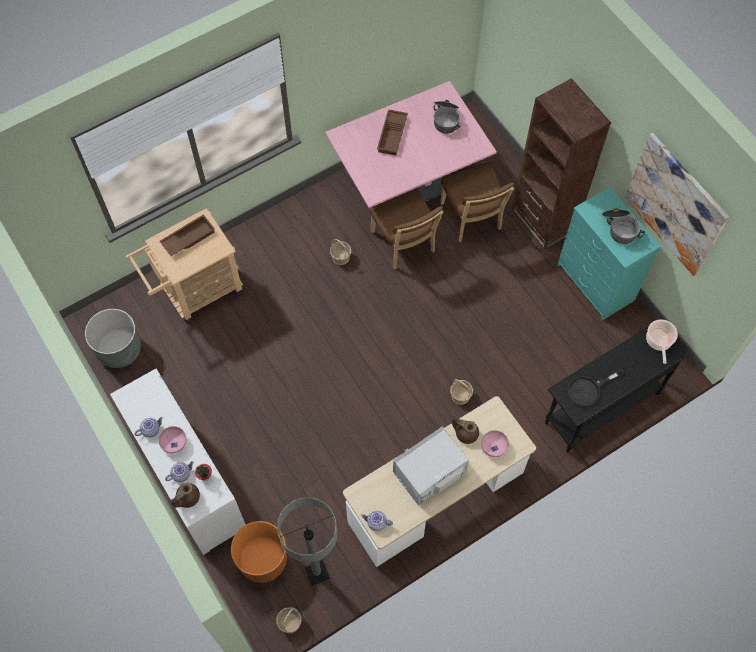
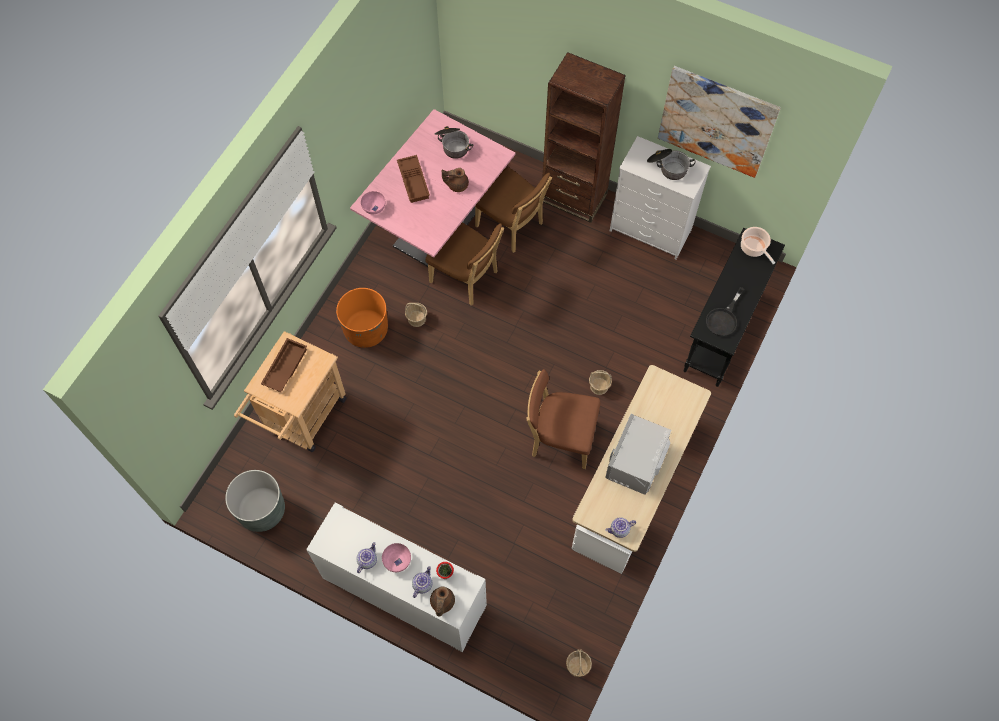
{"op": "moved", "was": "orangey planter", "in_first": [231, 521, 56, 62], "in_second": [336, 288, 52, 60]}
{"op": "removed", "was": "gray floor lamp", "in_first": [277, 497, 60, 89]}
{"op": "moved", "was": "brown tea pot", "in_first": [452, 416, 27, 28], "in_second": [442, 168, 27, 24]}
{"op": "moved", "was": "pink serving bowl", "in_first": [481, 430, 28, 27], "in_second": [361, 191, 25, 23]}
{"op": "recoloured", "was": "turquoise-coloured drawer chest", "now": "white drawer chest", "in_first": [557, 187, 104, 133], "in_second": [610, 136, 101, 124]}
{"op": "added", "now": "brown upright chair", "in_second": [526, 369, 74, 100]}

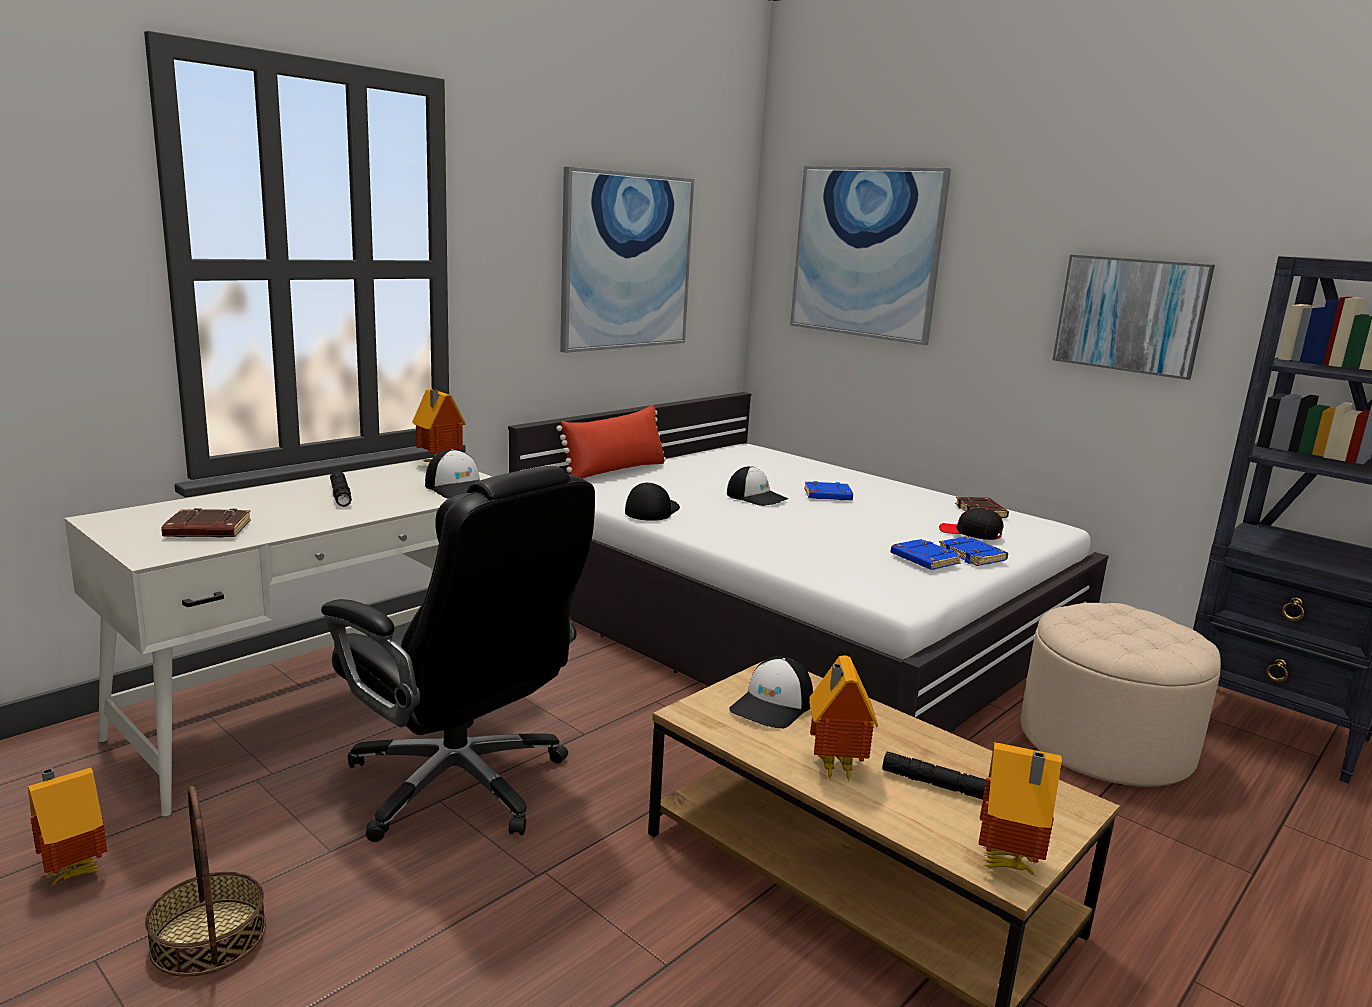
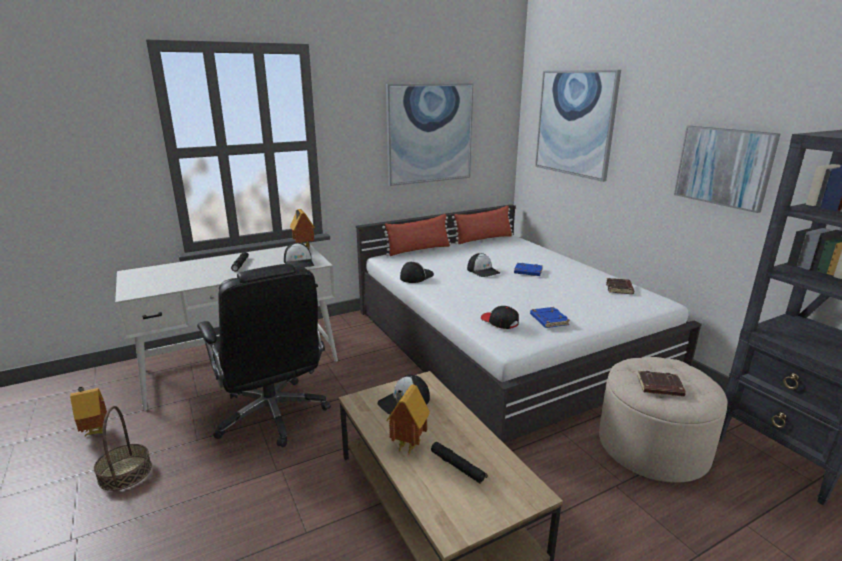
{"op": "moved", "was": "brown bound book", "in_first": [161, 508, 90, 29], "in_second": [637, 371, 49, 25]}
{"op": "moved", "was": "black-coloured baseball cap", "in_first": [939, 508, 65, 32], "in_second": [481, 306, 38, 23]}
{"op": "removed", "was": "blue-coloured bound book", "in_first": [939, 536, 69, 30]}
{"op": "removed", "was": "toy house", "in_first": [979, 742, 83, 133]}
{"op": "added", "now": "red throw pillow", "in_second": [452, 206, 61, 38]}

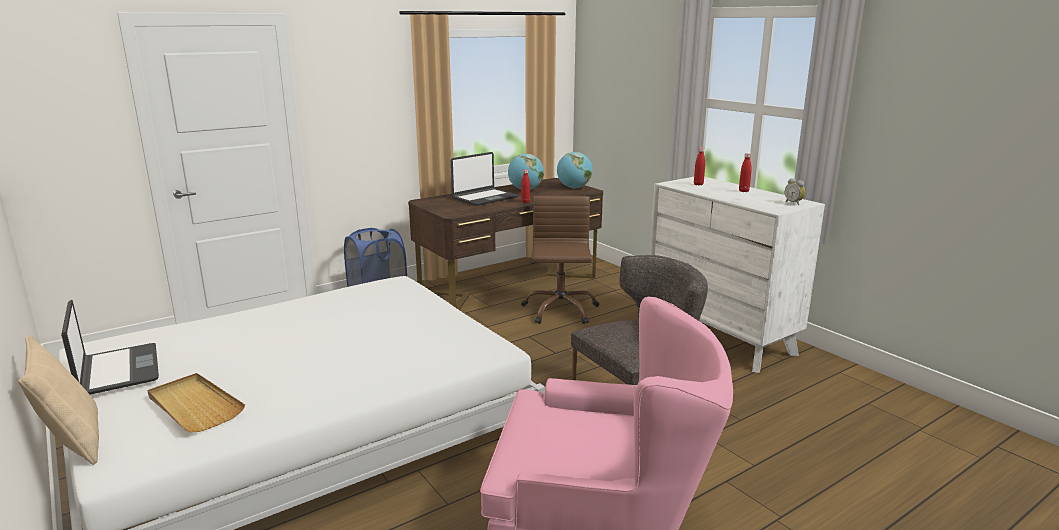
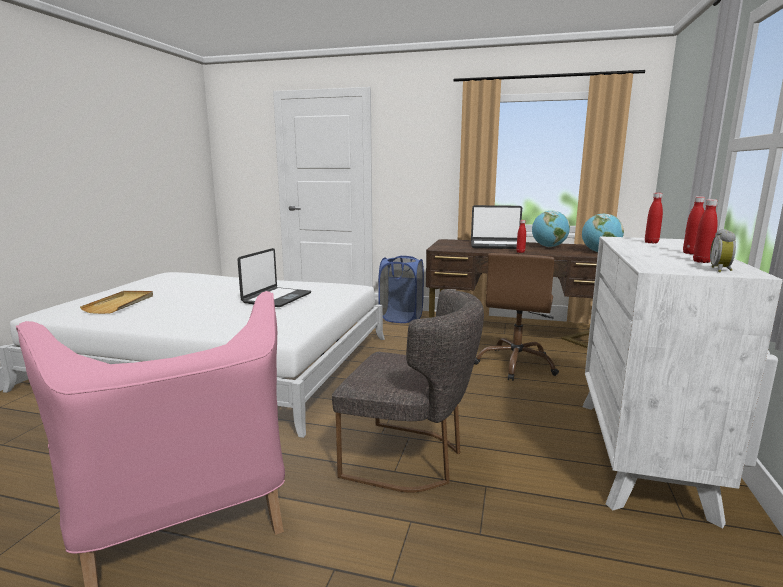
{"op": "removed", "was": "beige throw pillow", "in_first": [18, 335, 81, 130]}
{"op": "moved", "was": "portable computer", "in_first": [61, 300, 98, 95], "in_second": [238, 248, 73, 59]}
{"op": "turned", "was": "brown computer chair", "in_first": [521, 196, 78, 128], "in_second": [474, 253, 85, 128], "clockwise": 150}
{"op": "added", "now": "red drink bottle", "in_second": [693, 199, 25, 64]}

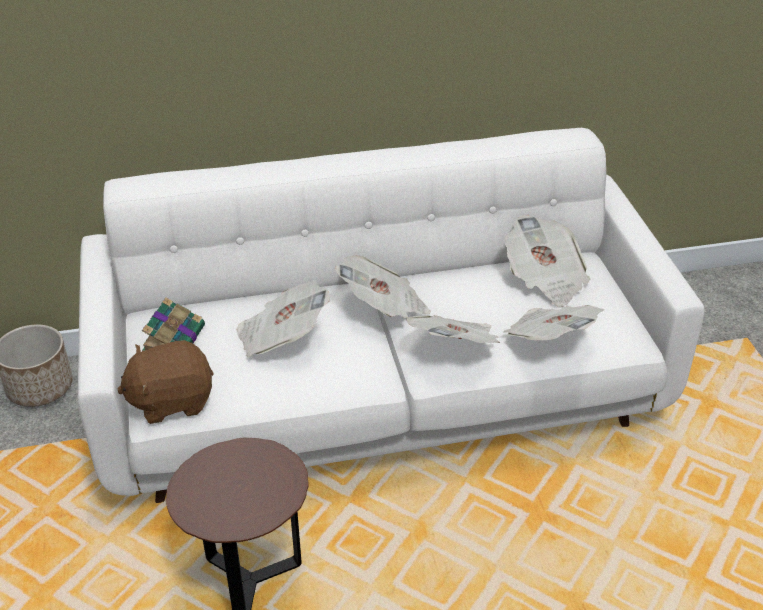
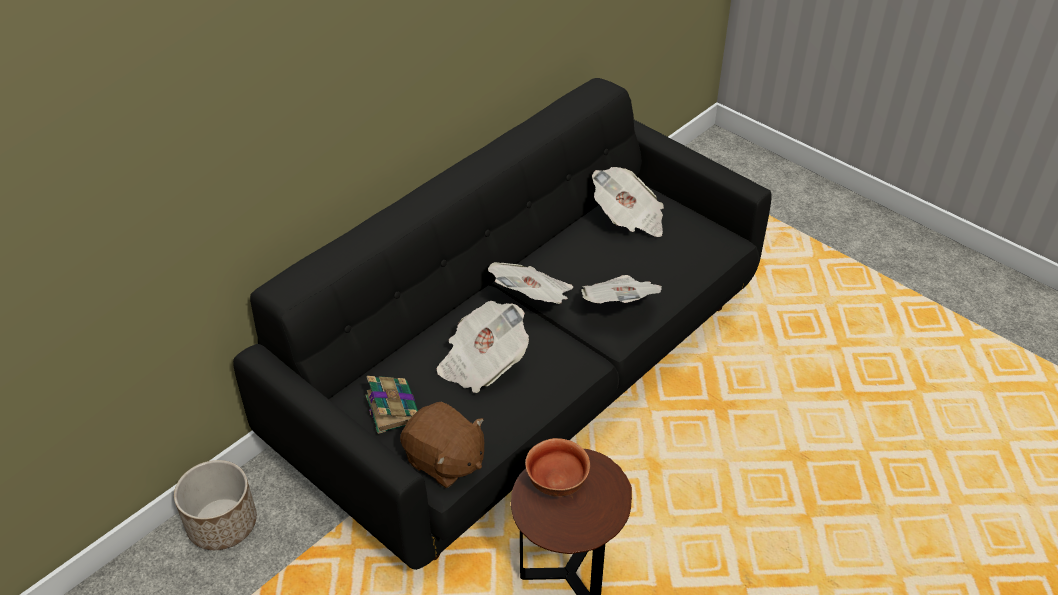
{"op": "recoloured", "was": "white sofa", "now": "black-coloured sofa", "in_first": [78, 128, 627, 375], "in_second": [233, 78, 539, 492]}
{"op": "turned", "was": "brown soft toy", "in_first": [117, 340, 97, 84], "in_second": [400, 402, 84, 86], "clockwise": -90}
{"op": "removed", "was": "daily paper", "in_first": [503, 305, 101, 35]}
{"op": "added", "now": "serving bowl", "in_second": [525, 438, 65, 59]}

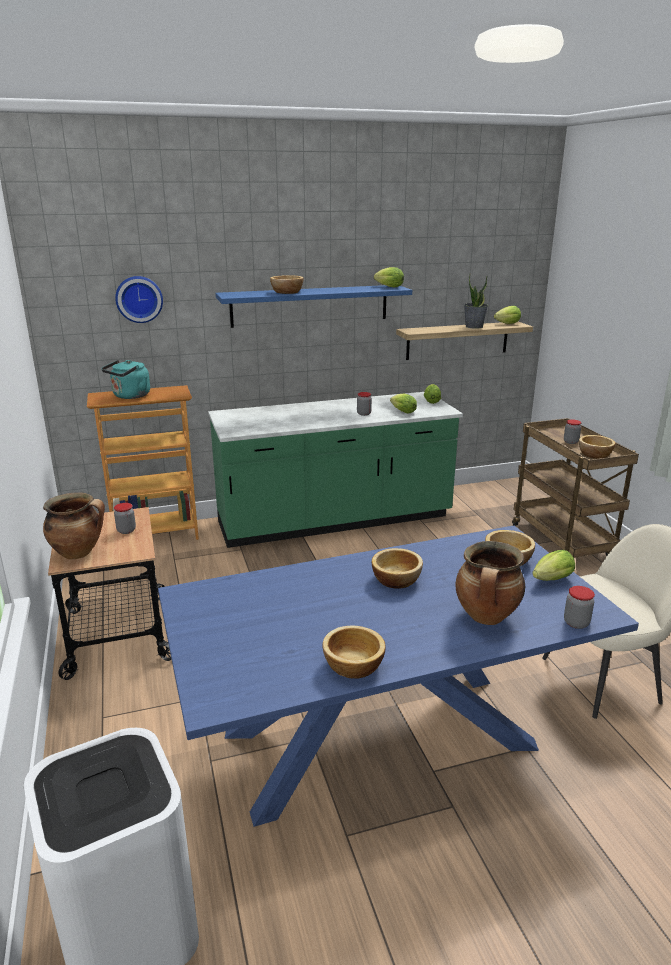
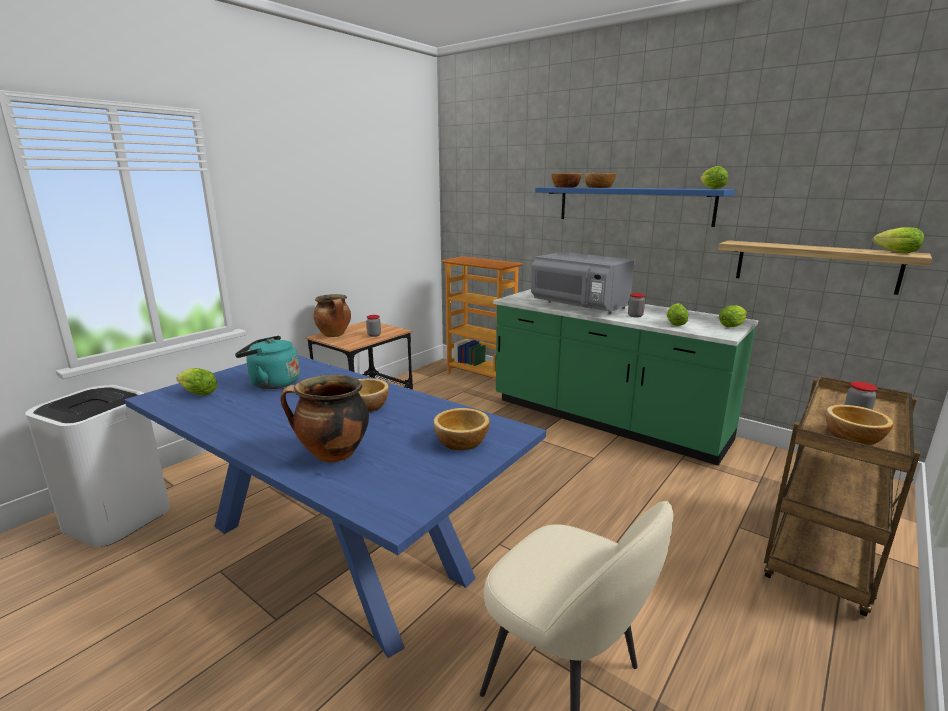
{"op": "moved", "was": "turquoise-coloured tea kettle", "in_first": [101, 360, 49, 39], "in_second": [235, 336, 65, 53]}
{"op": "removed", "was": "hanging clock", "in_first": [115, 276, 48, 47]}
{"op": "moved", "was": "serving bowl", "in_first": [323, 626, 63, 53], "in_second": [551, 173, 31, 14]}
{"op": "removed", "was": "houseplant", "in_first": [464, 273, 24, 56]}
{"op": "moved", "was": "lettuce head", "in_first": [532, 550, 43, 31], "in_second": [176, 368, 42, 28]}
{"op": "removed", "was": "storage jar", "in_first": [564, 586, 31, 43]}
{"op": "added", "now": "gray microwave oven", "in_second": [531, 252, 104, 62]}

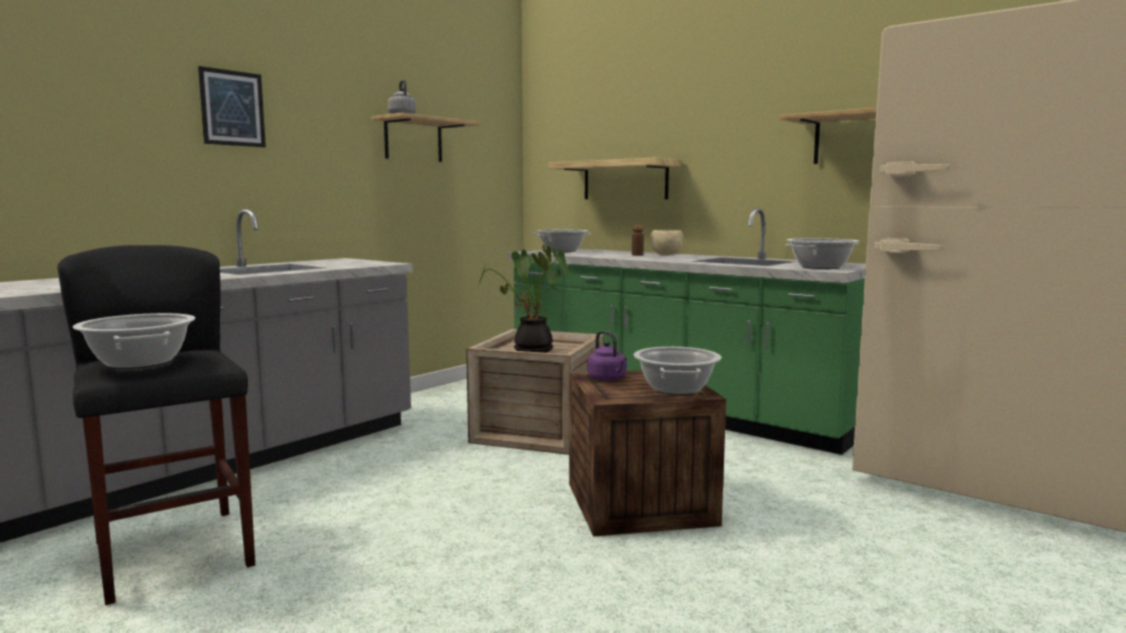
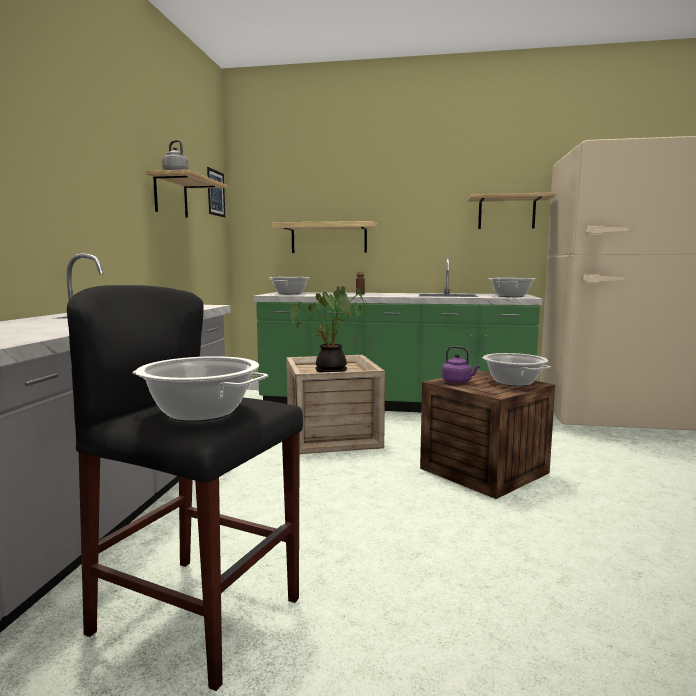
{"op": "moved", "was": "wall picture", "in_first": [198, 66, 68, 81], "in_second": [207, 167, 18, 50]}
{"op": "removed", "was": "beige serving bowl", "in_first": [650, 230, 34, 25]}

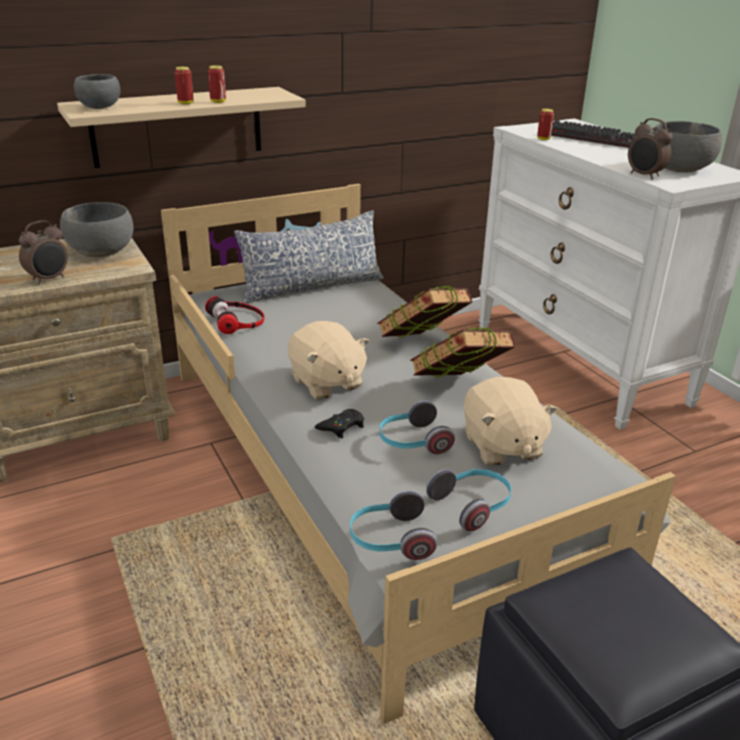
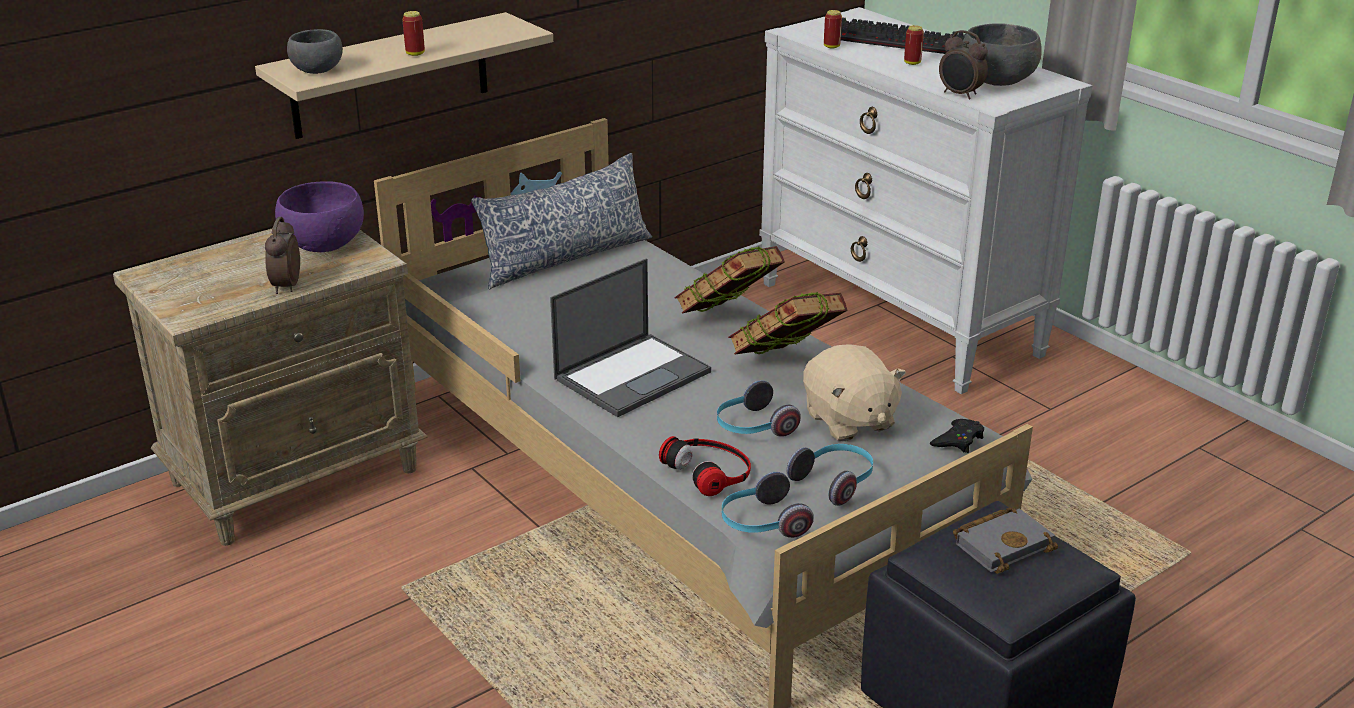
{"op": "turned", "was": "table clock", "in_first": [19, 220, 49, 65], "in_second": [265, 217, 35, 77], "clockwise": 150}
{"op": "recoloured", "was": "gray serving bowl", "now": "purplish serving bowl", "in_first": [60, 202, 73, 55], "in_second": [275, 181, 89, 71]}
{"op": "moved", "was": "pair of headphones", "in_first": [205, 296, 60, 38], "in_second": [659, 436, 92, 60]}
{"op": "moved", "was": "sealed can", "in_first": [208, 65, 18, 38], "in_second": [904, 25, 20, 40]}
{"op": "replaced", "was": "beige soft toy", "now": "portable computer", "in_first": [288, 321, 81, 79], "in_second": [550, 258, 161, 159]}
{"op": "moved", "was": "black-coloured gamepad", "in_first": [315, 409, 49, 29], "in_second": [930, 419, 54, 34]}
{"op": "added", "now": "gray bound book", "in_second": [953, 507, 105, 67]}

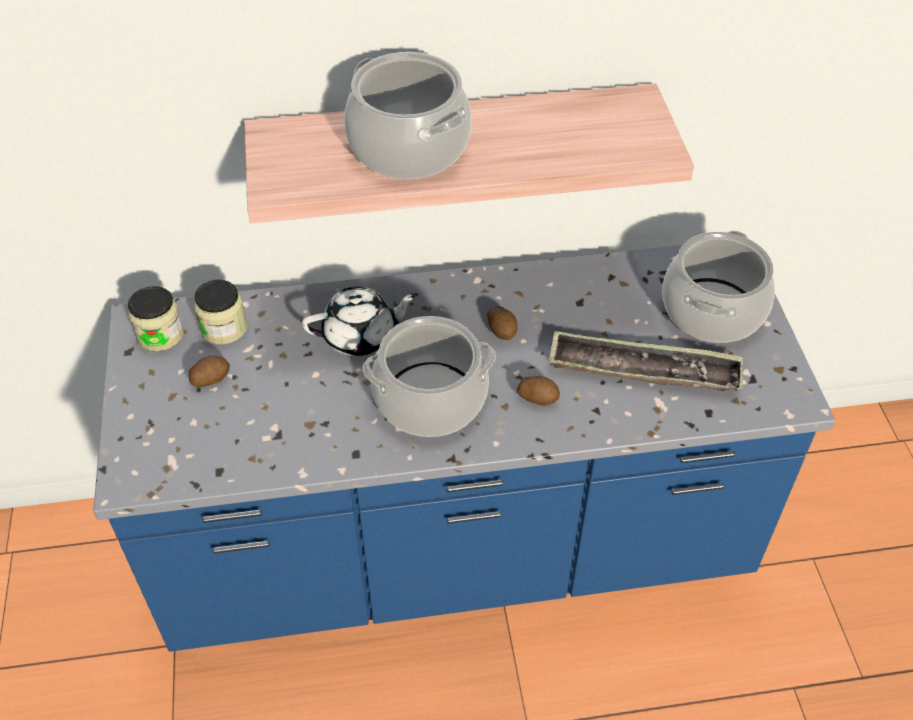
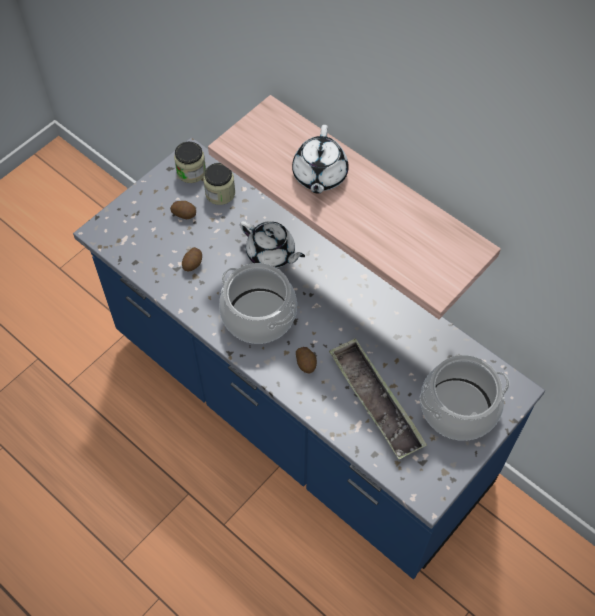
{"op": "replaced", "was": "saucepot", "now": "white tea pot", "in_first": [345, 52, 127, 127], "in_second": [292, 125, 57, 69]}
{"op": "moved", "was": "potato", "in_first": [487, 306, 31, 34], "in_second": [182, 247, 20, 24]}

